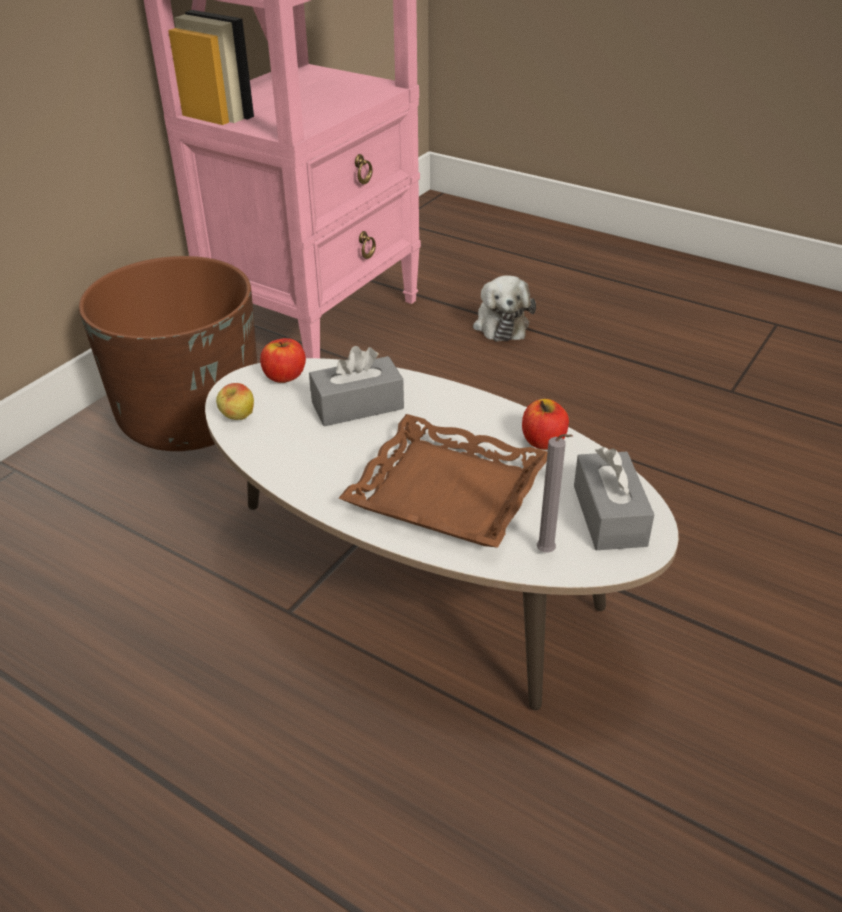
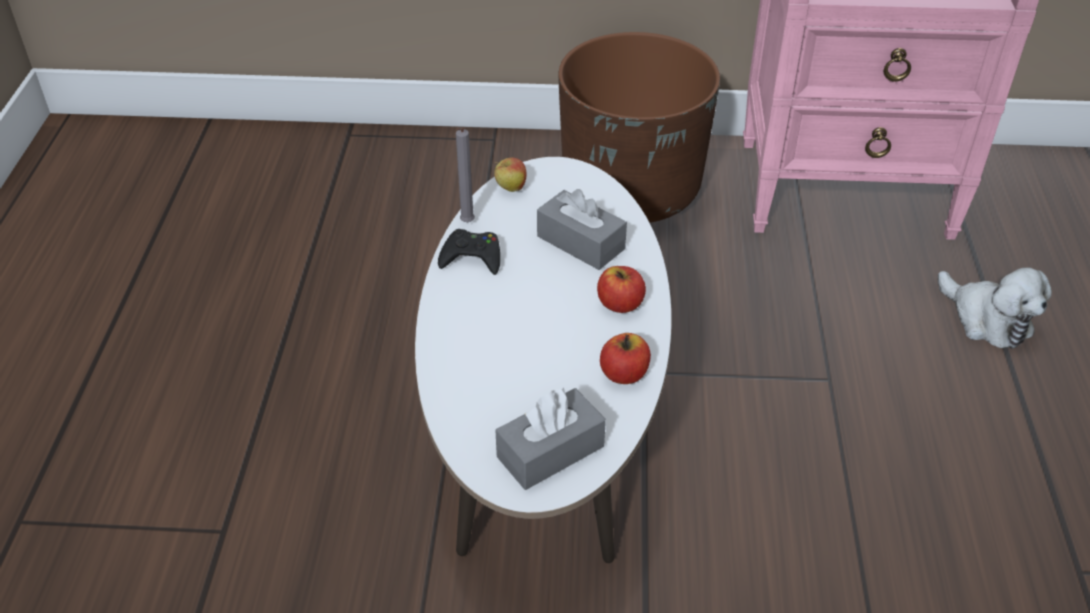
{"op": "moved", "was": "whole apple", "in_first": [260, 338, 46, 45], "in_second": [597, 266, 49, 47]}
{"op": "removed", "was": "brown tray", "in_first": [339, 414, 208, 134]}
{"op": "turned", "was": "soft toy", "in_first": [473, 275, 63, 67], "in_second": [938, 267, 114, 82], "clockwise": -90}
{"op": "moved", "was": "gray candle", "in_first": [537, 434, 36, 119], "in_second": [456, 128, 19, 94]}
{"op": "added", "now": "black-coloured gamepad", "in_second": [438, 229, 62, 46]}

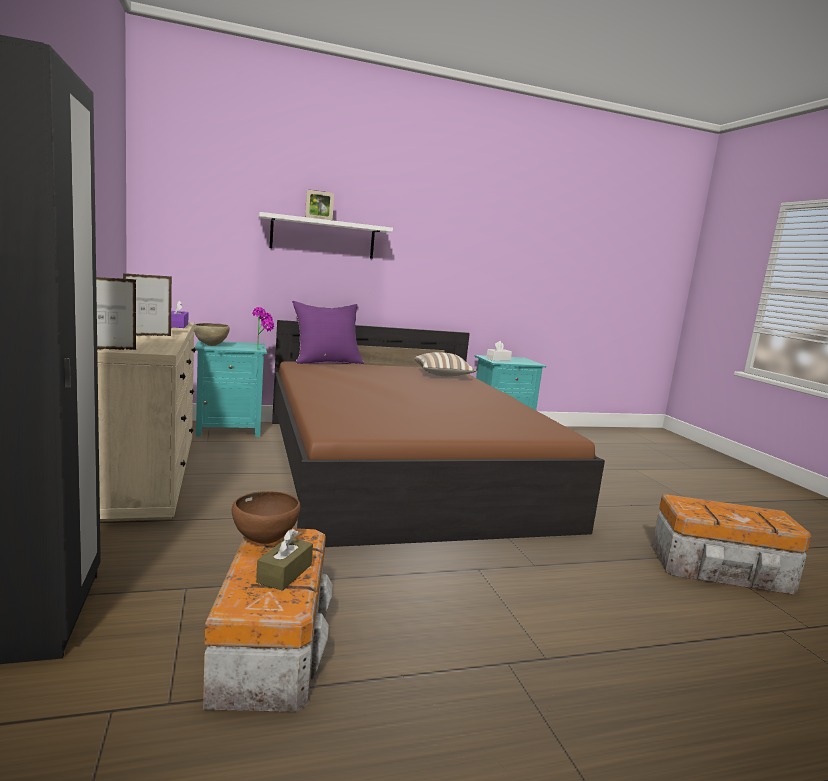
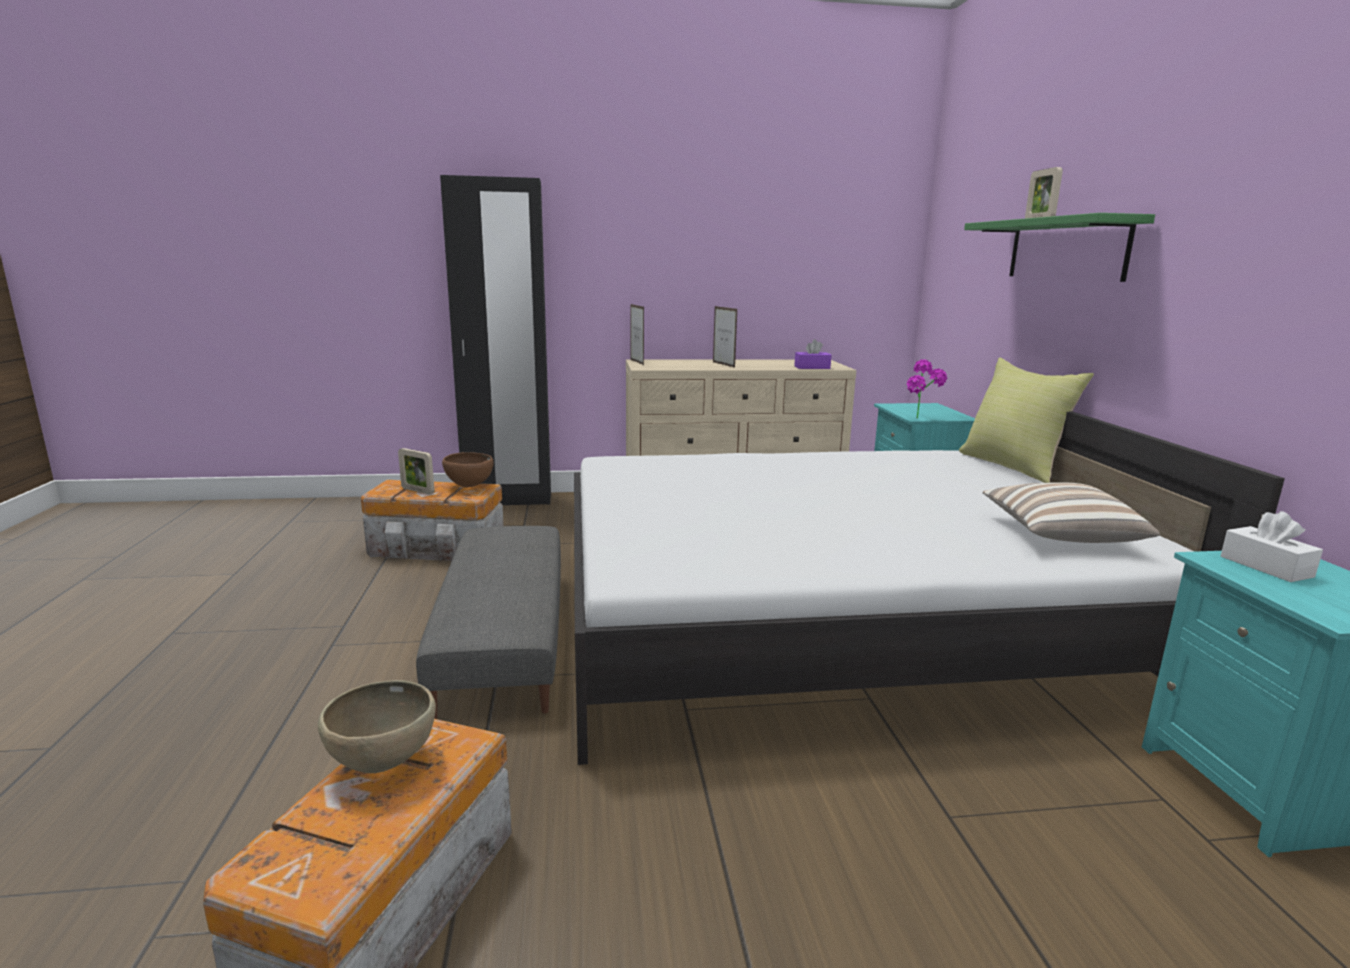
{"op": "moved", "was": "brown serving bowl", "in_first": [194, 323, 36, 23], "in_second": [318, 680, 118, 93]}
{"op": "replaced", "was": "brown tissue box", "now": "photo frame", "in_first": [256, 529, 57, 62], "in_second": [398, 448, 36, 46]}
{"op": "recoloured", "was": "white shelf", "now": "green shelf", "in_first": [258, 212, 135, 47], "in_second": [964, 213, 191, 69]}
{"op": "recoloured", "was": "brown bed", "now": "white bed", "in_first": [272, 320, 333, 227], "in_second": [574, 411, 711, 354]}
{"op": "recoloured", "was": "purplish throw pillow", "now": "yellow throw pillow", "in_first": [292, 301, 72, 63], "in_second": [959, 358, 135, 125]}
{"op": "added", "now": "gray pouffe", "in_second": [416, 526, 145, 193]}

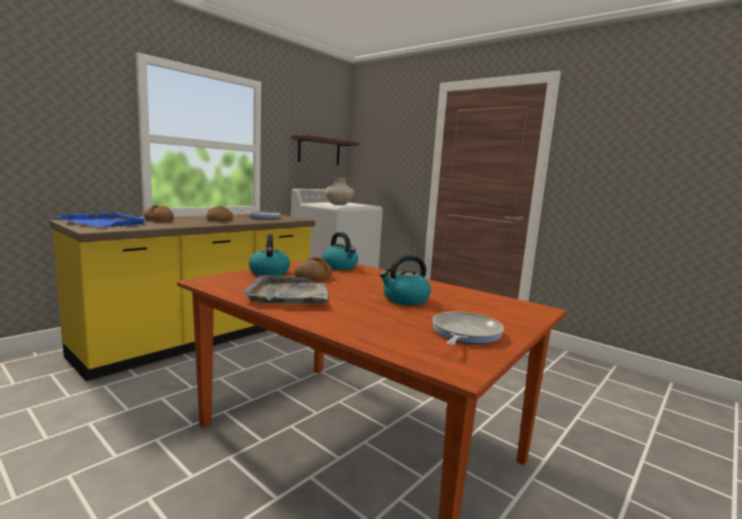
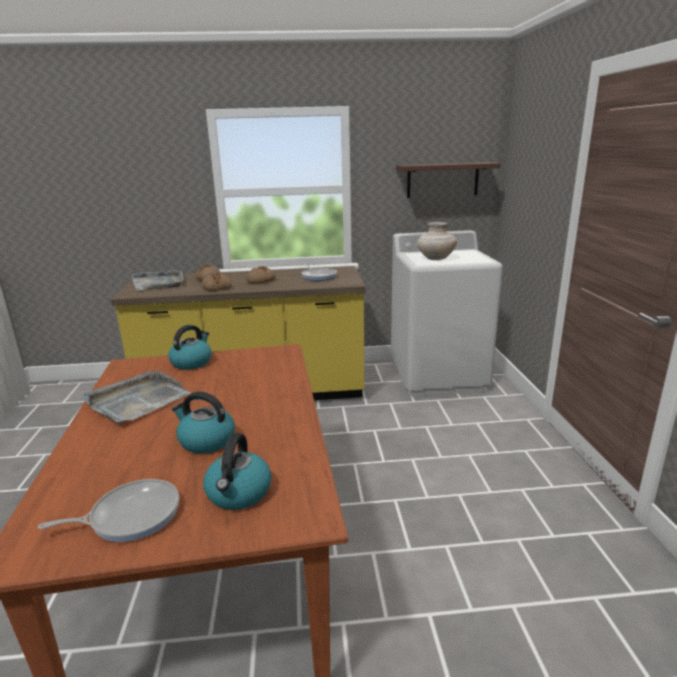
{"op": "recoloured", "was": "blue-coloured tray", "now": "gray tray", "in_first": [57, 212, 89, 15], "in_second": [132, 269, 52, 21]}
{"op": "moved", "was": "bread", "in_first": [294, 257, 39, 24], "in_second": [201, 273, 31, 18]}
{"op": "moved", "was": "tea kettle", "in_first": [322, 232, 36, 38], "in_second": [203, 433, 69, 77]}

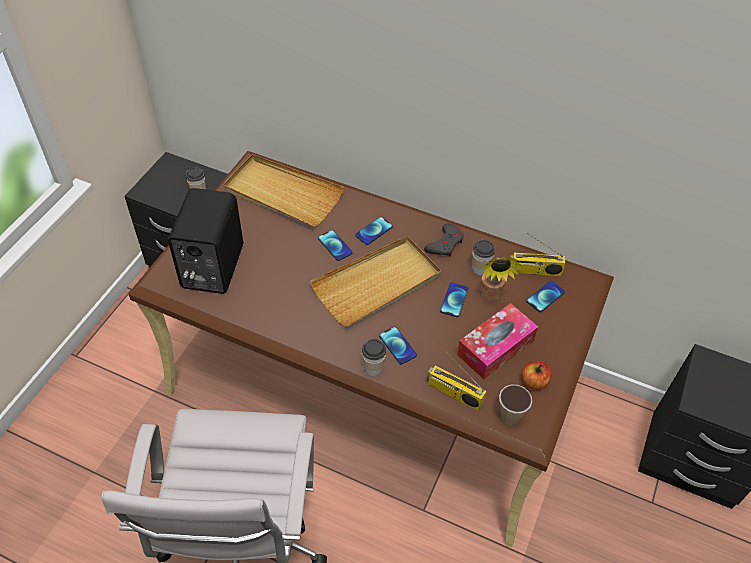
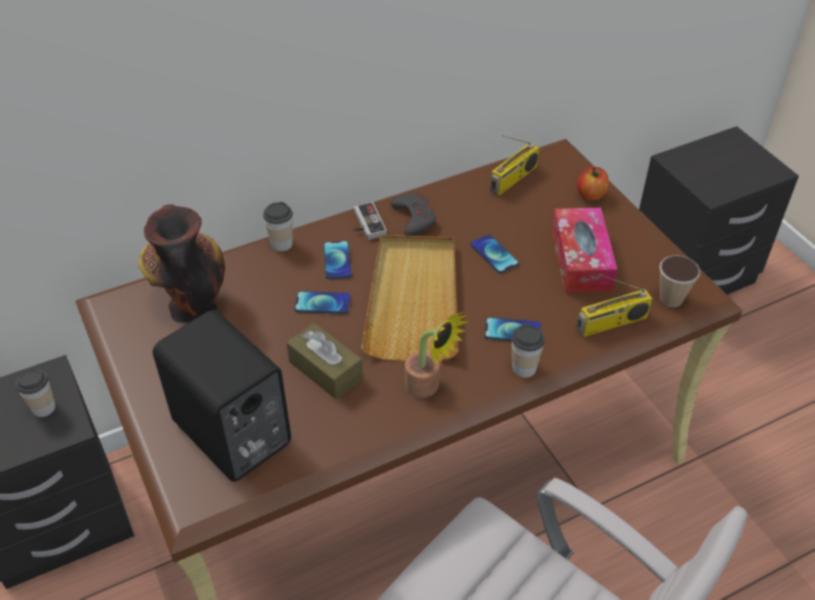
{"op": "replaced", "was": "beige tray", "now": "flower vase", "in_first": [223, 154, 121, 73], "in_second": [138, 204, 87, 119]}
{"op": "moved", "was": "drinking cup", "in_first": [472, 240, 23, 35], "in_second": [263, 202, 30, 49]}
{"op": "moved", "was": "houseplant", "in_first": [479, 257, 44, 44], "in_second": [405, 312, 63, 86]}
{"op": "moved", "was": "whole apple", "in_first": [522, 361, 30, 29], "in_second": [577, 167, 32, 34]}
{"op": "removed", "was": "telephone", "in_first": [526, 281, 39, 31]}
{"op": "added", "now": "brown tissue box", "in_second": [287, 323, 76, 76]}
{"op": "added", "now": "gamepad", "in_second": [353, 202, 34, 38]}

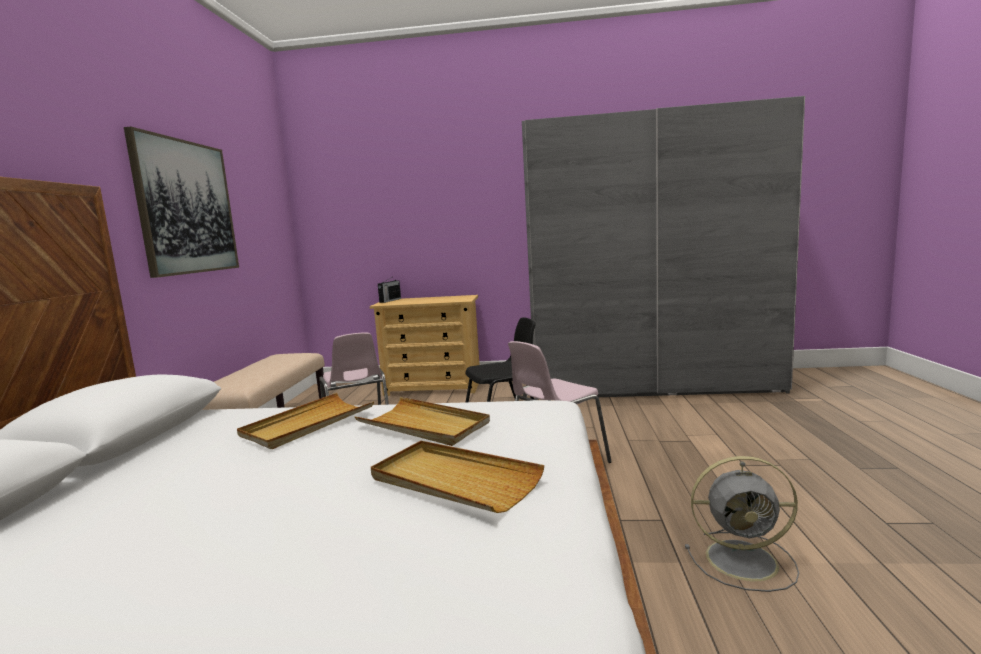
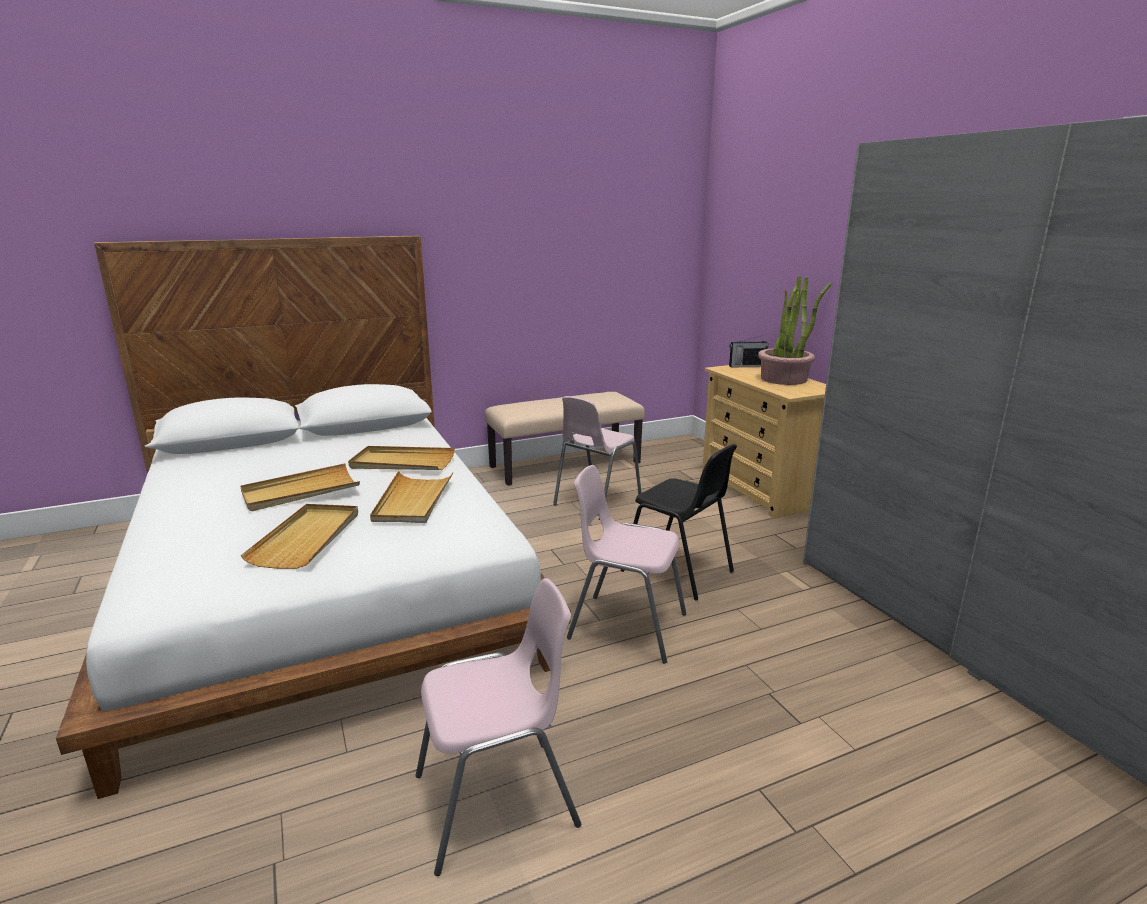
{"op": "removed", "was": "wall picture", "in_first": [124, 127, 115, 151]}
{"op": "replaced", "was": "gray electric fan", "now": "pink upright chair", "in_first": [685, 456, 114, 136], "in_second": [416, 578, 165, 298]}
{"op": "added", "now": "beige tray", "in_second": [240, 463, 120, 48]}
{"op": "added", "now": "houseplant", "in_second": [758, 276, 74, 109]}

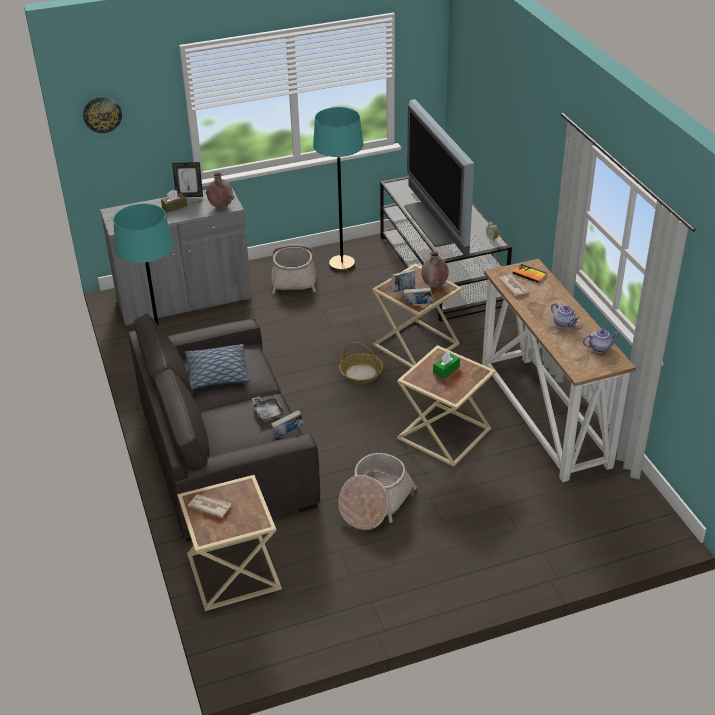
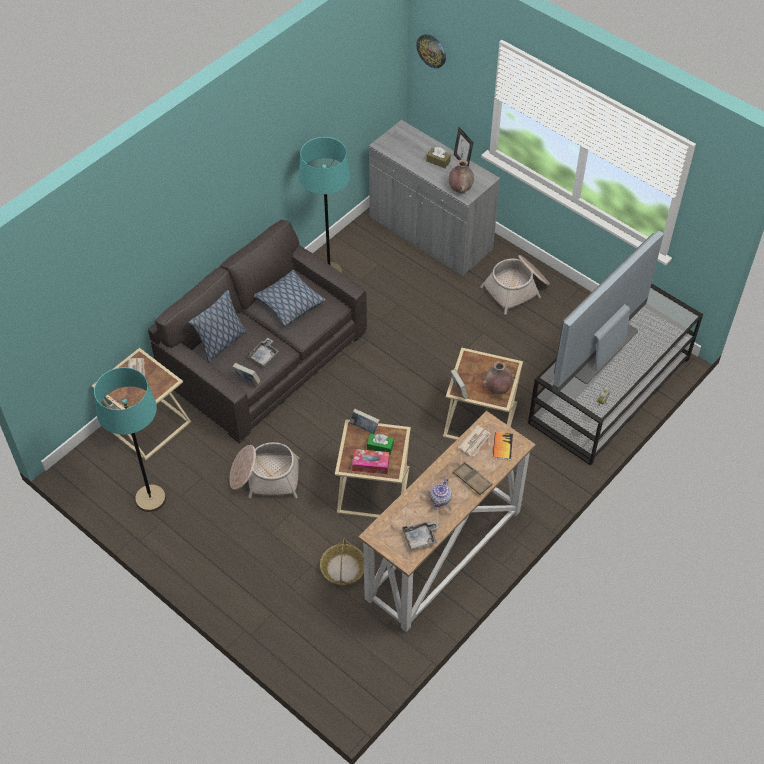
{"op": "moved", "was": "turquoise-coloured floor lamp", "in_first": [313, 107, 50, 165], "in_second": [94, 367, 72, 145]}
{"op": "moved", "was": "storage basket", "in_first": [339, 342, 44, 42], "in_second": [320, 538, 44, 47]}
{"op": "moved", "was": "bound book", "in_first": [391, 269, 24, 23], "in_second": [349, 409, 30, 25]}
{"op": "replaced", "was": "tea pot", "now": "gray tray", "in_first": [583, 329, 37, 24], "in_second": [402, 521, 37, 29]}
{"op": "added", "now": "throw pillow", "in_second": [188, 290, 58, 73]}
{"op": "added", "now": "tissue box", "in_second": [352, 449, 37, 25]}
{"op": "added", "now": "brown tray", "in_second": [453, 461, 39, 34]}

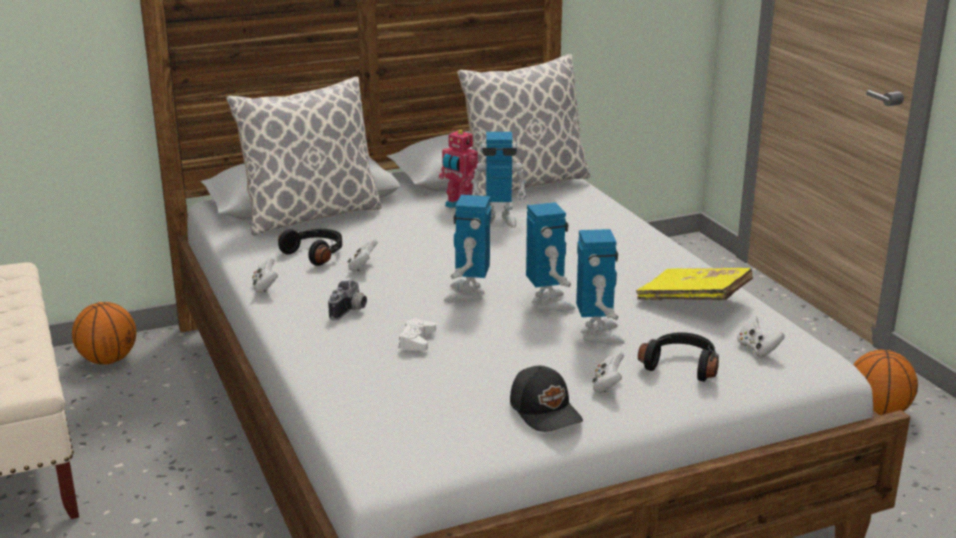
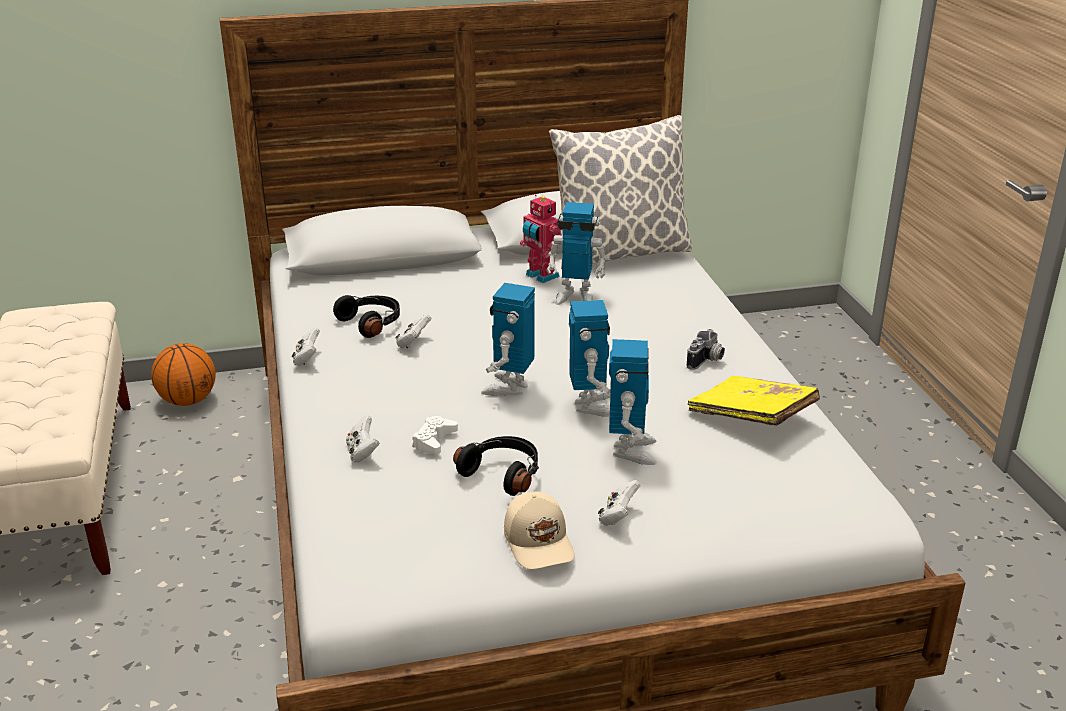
{"op": "removed", "was": "throw pillow", "in_first": [226, 77, 156, 159]}
{"op": "moved", "was": "photo camera", "in_first": [328, 279, 39, 41], "in_second": [687, 329, 38, 41]}
{"op": "recoloured", "was": "black-coloured baseball cap", "now": "beige baseball cap", "in_first": [510, 365, 73, 67], "in_second": [504, 492, 71, 77]}
{"op": "moved", "was": "black-coloured pair of headphones", "in_first": [638, 332, 81, 50], "in_second": [453, 436, 86, 60]}
{"op": "moved", "was": "white gamepad", "in_first": [737, 315, 47, 42], "in_second": [346, 415, 33, 47]}
{"op": "removed", "was": "basketball ball", "in_first": [853, 350, 65, 65]}

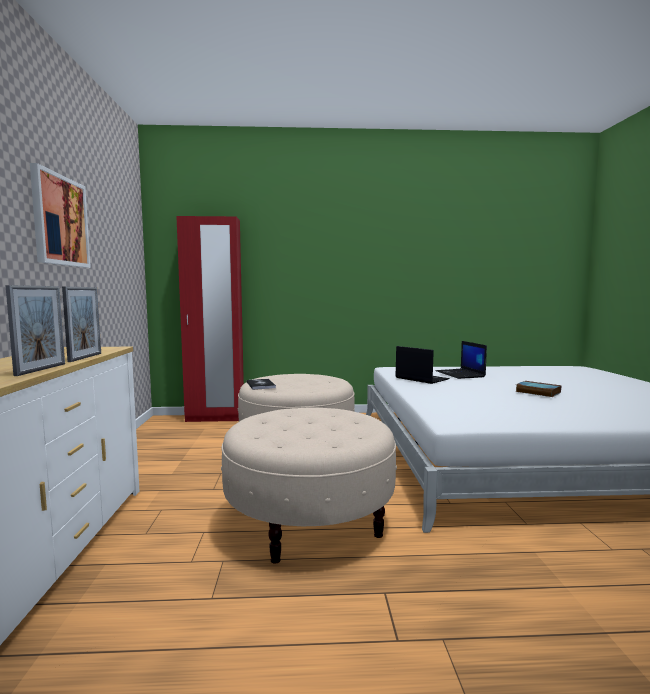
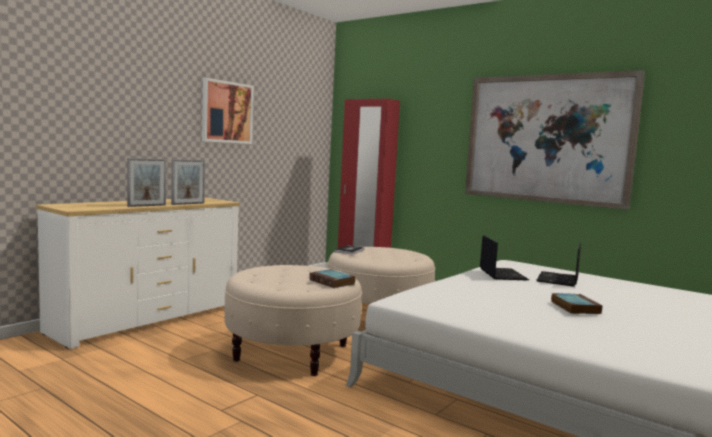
{"op": "added", "now": "bound book", "in_second": [310, 269, 46, 19]}
{"op": "added", "now": "wall picture", "in_second": [465, 70, 180, 140]}

